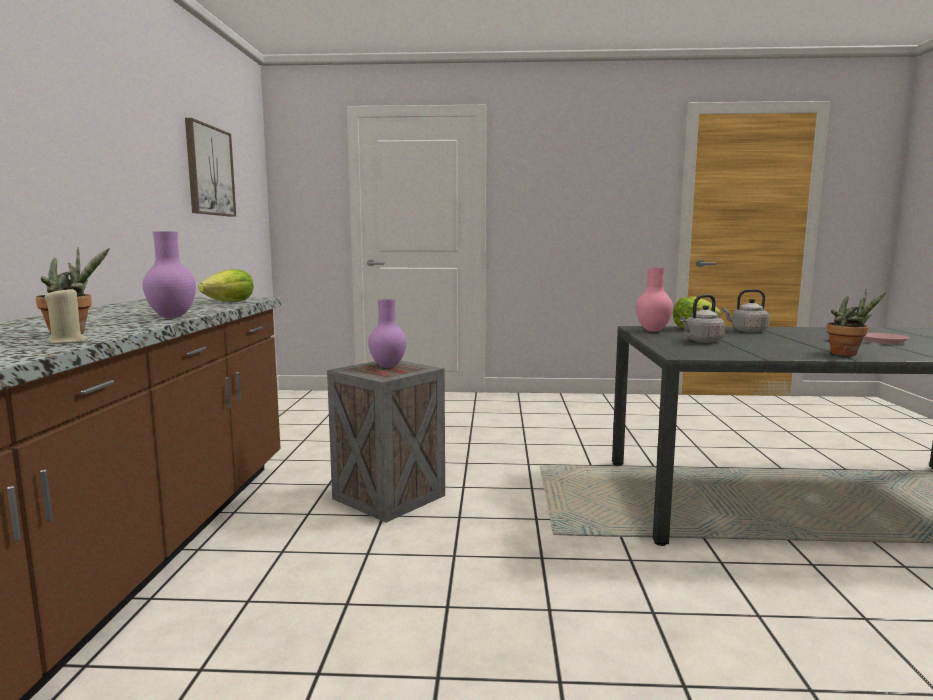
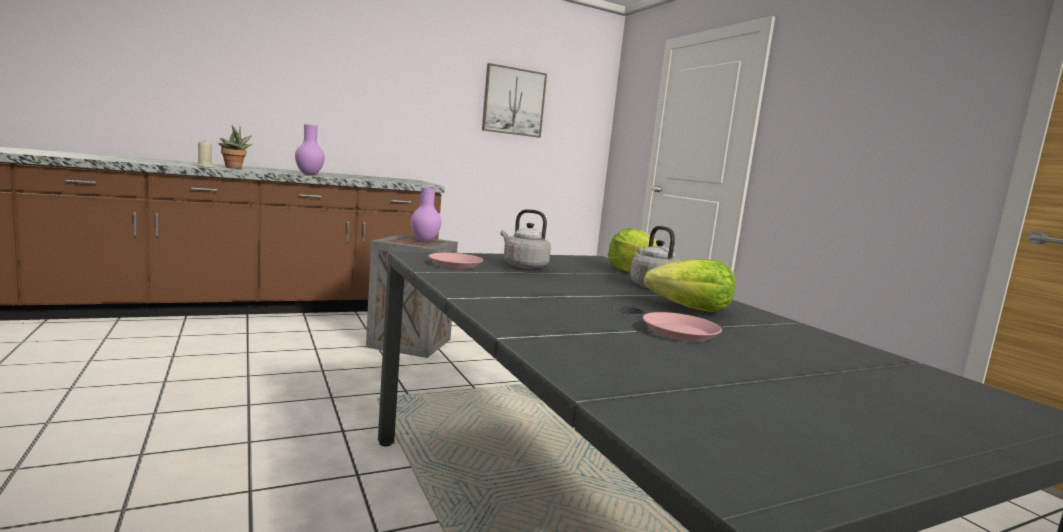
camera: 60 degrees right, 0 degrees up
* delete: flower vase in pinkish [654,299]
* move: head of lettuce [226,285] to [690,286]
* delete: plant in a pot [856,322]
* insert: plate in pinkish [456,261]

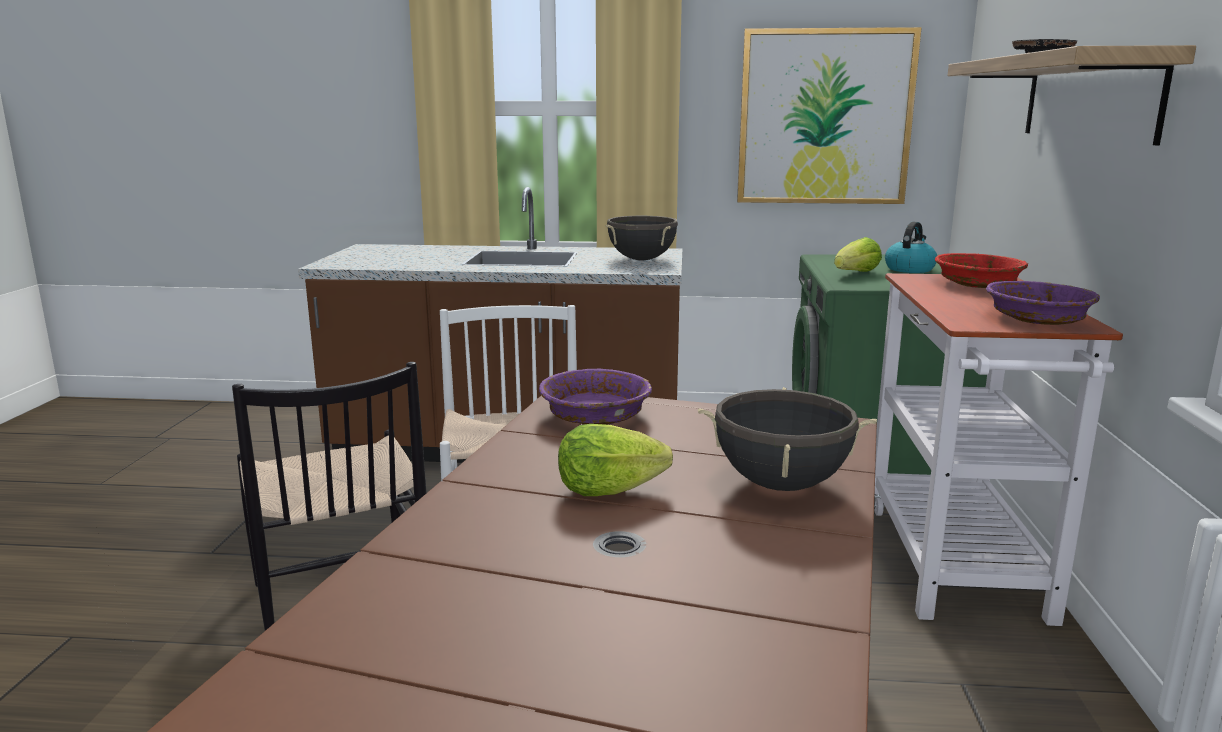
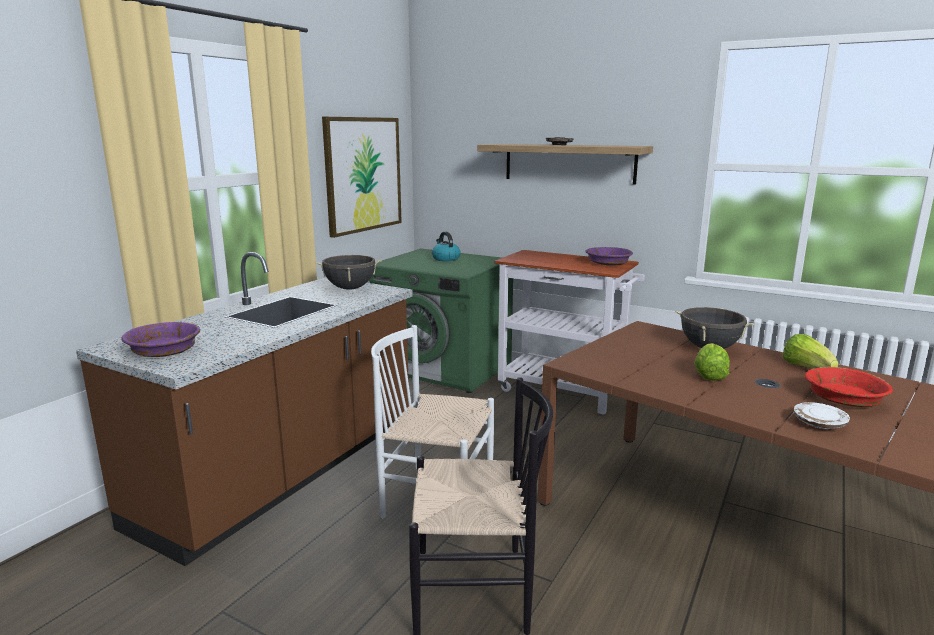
camera: 65 degrees left, 0 degrees up
* move: head of lettuce [858,254] to [810,351]
* move: bowl in red-coloured [981,270] to [849,387]
* move: bowl in purplish [595,397] to [161,339]
* insert: plate in white-coloured [822,415]

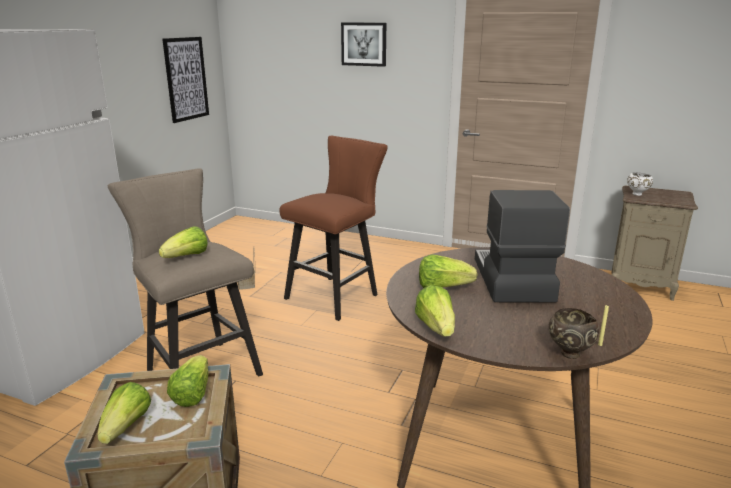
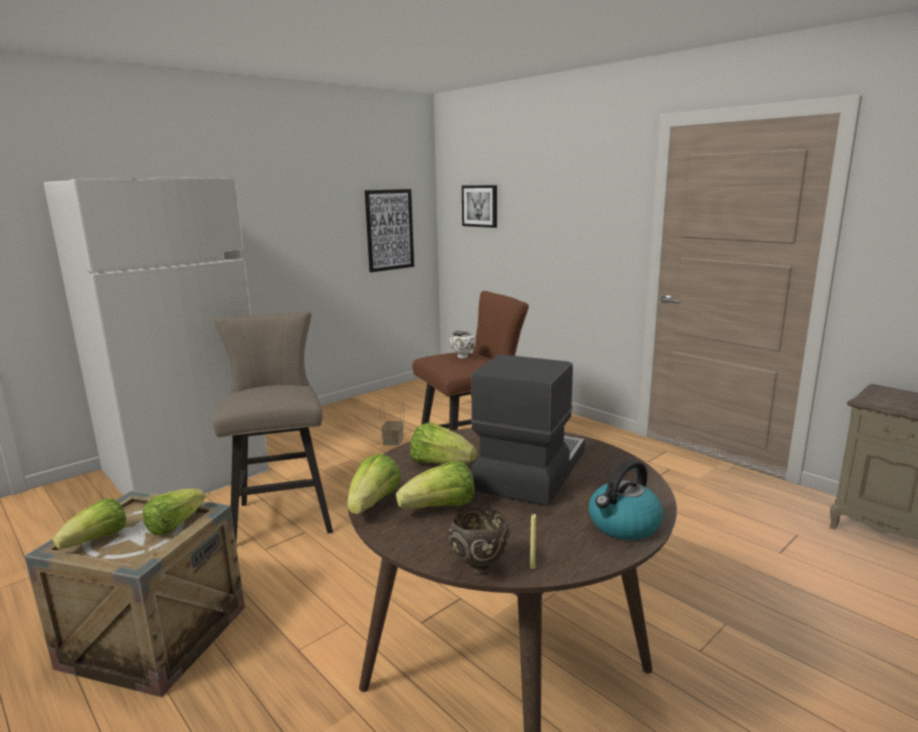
camera: 25 degrees right, 5 degrees down
* move: wall art [363,44] to [479,206]
* move: bowl in white-coloured [640,184] to [462,344]
* move: head of lettuce [183,242] to [435,485]
* insert: kettle [626,499]

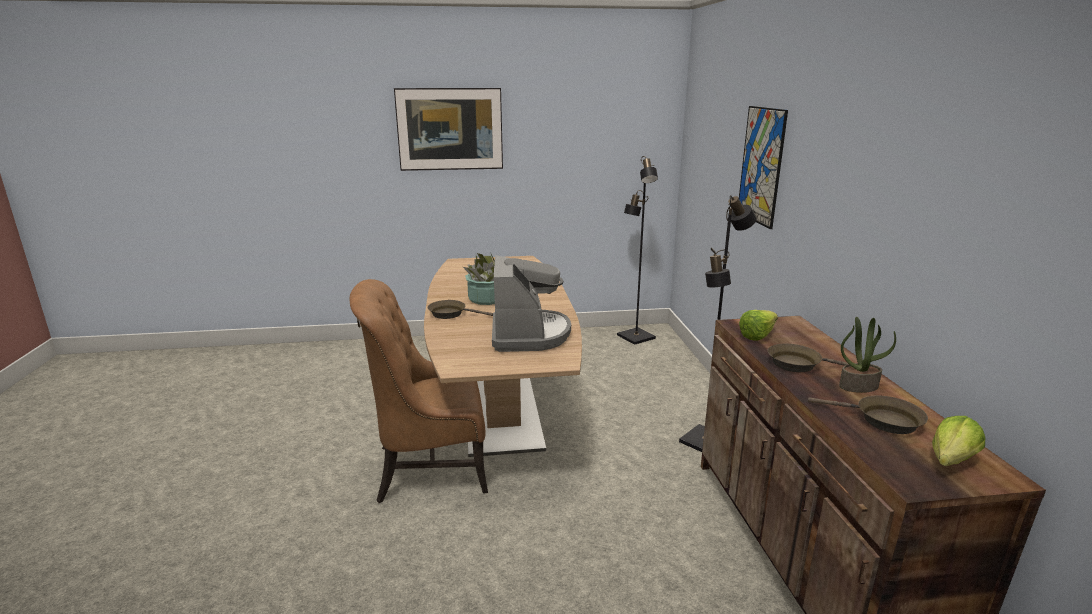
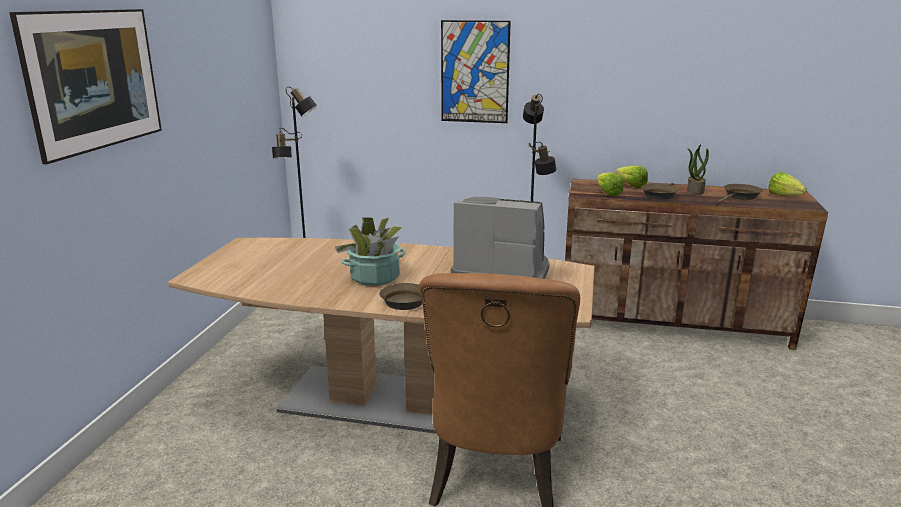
camera: 70 degrees left, 0 degrees up
* insert: head of lettuce [631,177]

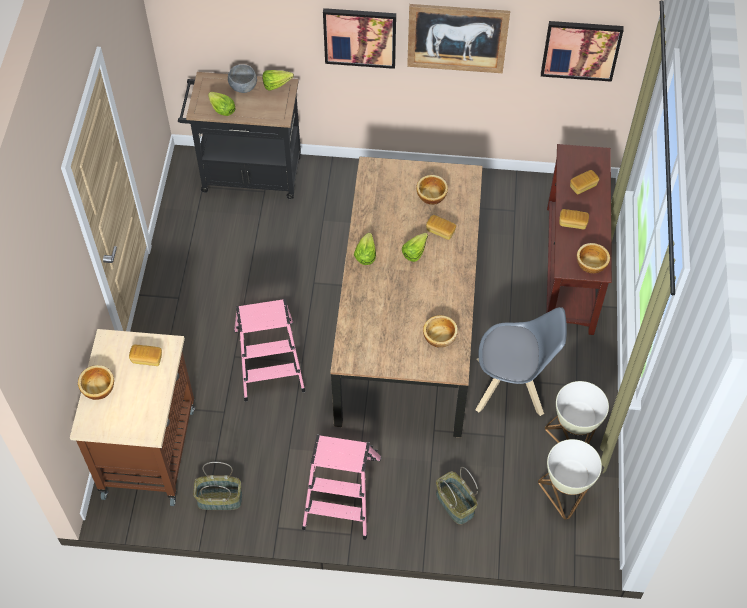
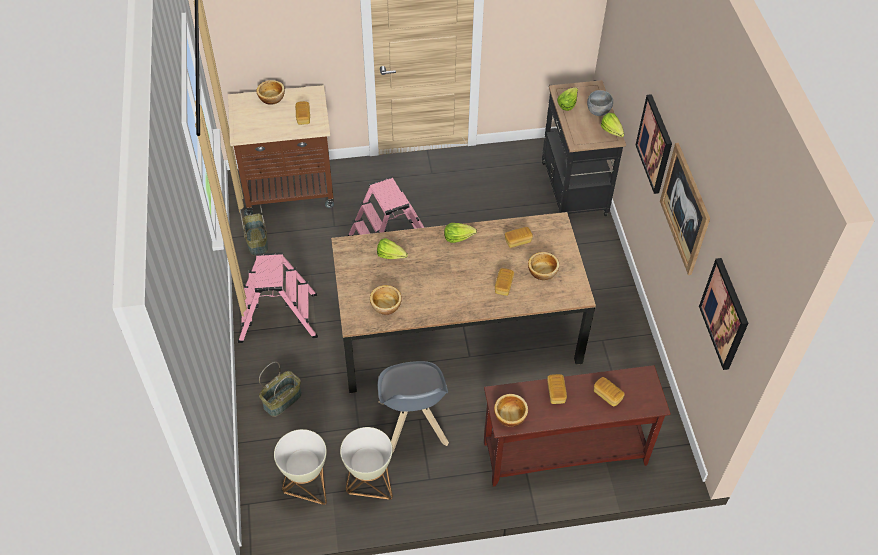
camera: 75 degrees right, 5 degrees down
* move: head of lettuce [415,247] to [392,248]
* insert: bakery bread [519,237]

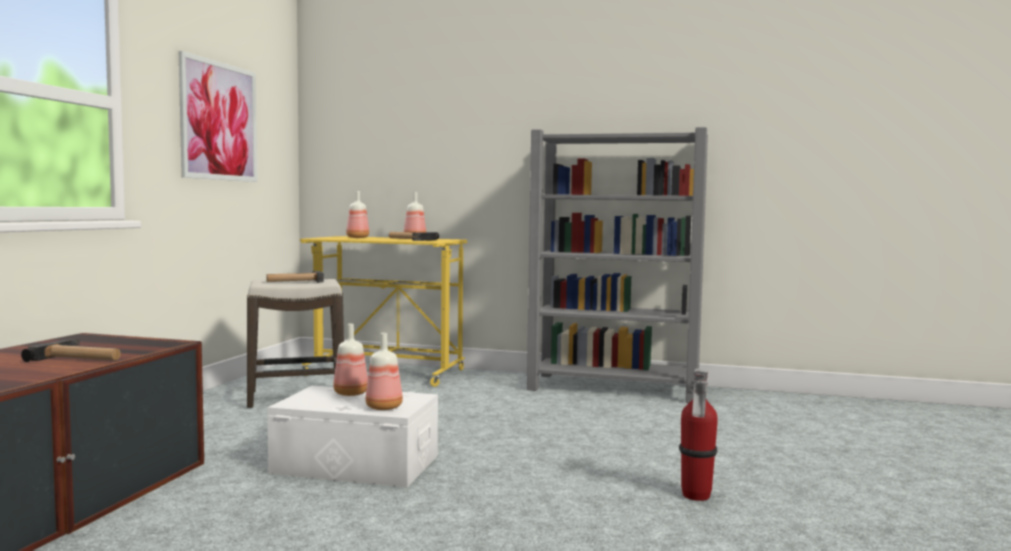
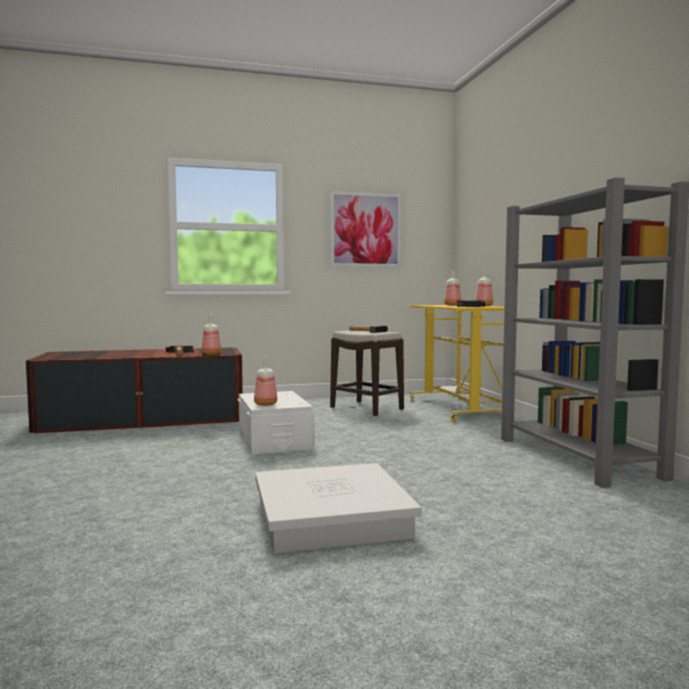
camera: 60 degrees right, 0 degrees up
* move: beverage bottle [350,360] to [212,335]
* replace: fire-fighting cylinder [698,434] to storage container in white-coloured [338,508]

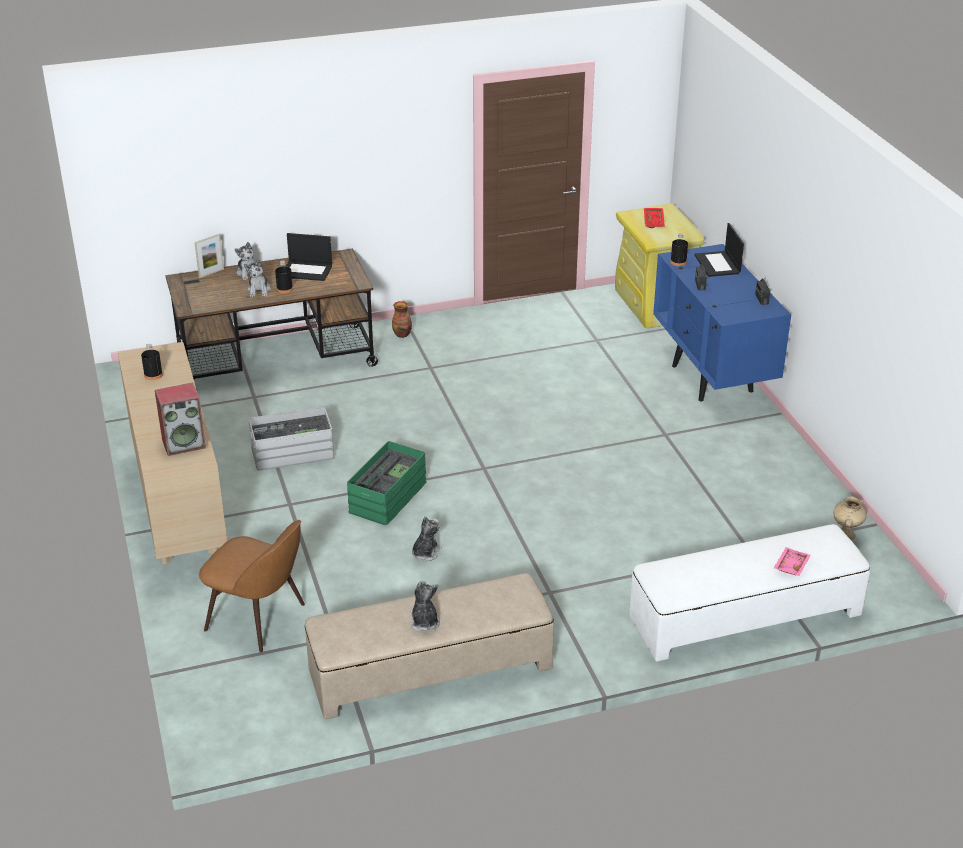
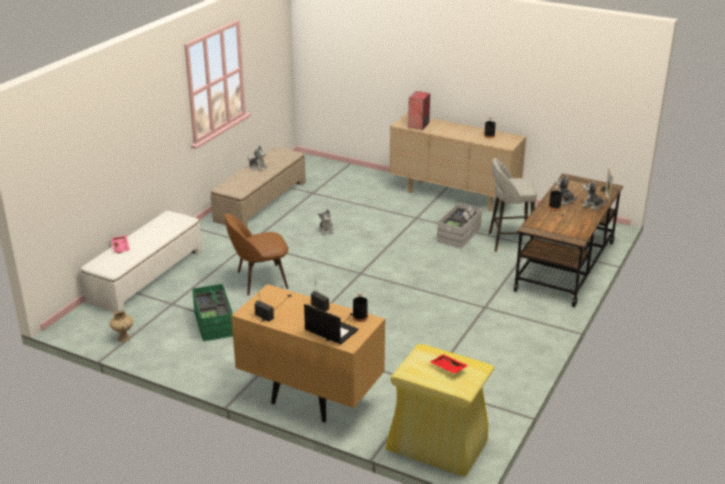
camera: 135 degrees right, 5 degrees down
* delete: portable computer [309,257]
* recolor: dresser in blue-coloured [722,322] to dresser in beige-coloured [308,353]
* delete: flower vase [402,319]
* move: storage container in green-coloured [386,483] to [212,312]
* move: plain chair in brown [252,586] to [257,254]
* insert: stool seat in grey [513,205]

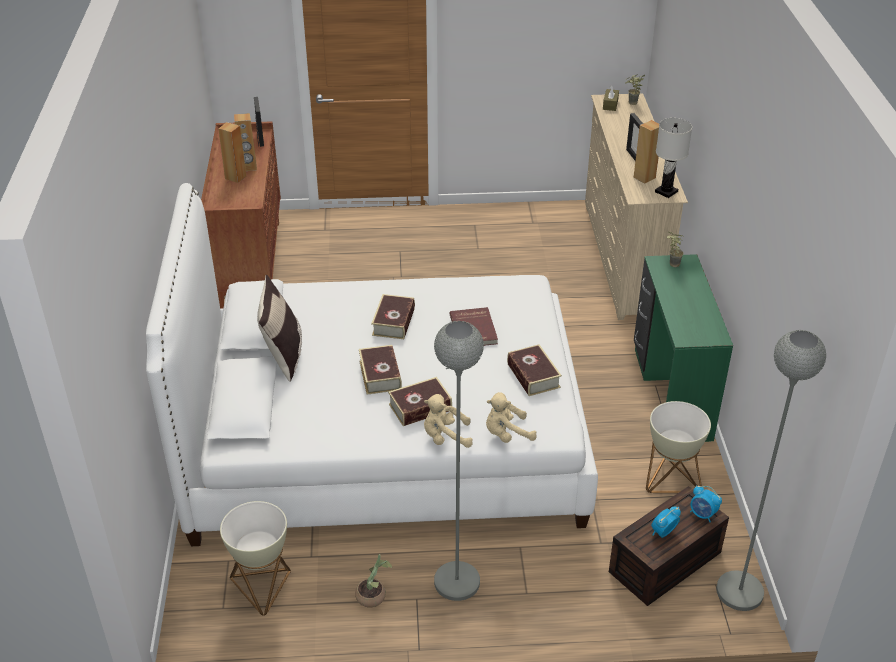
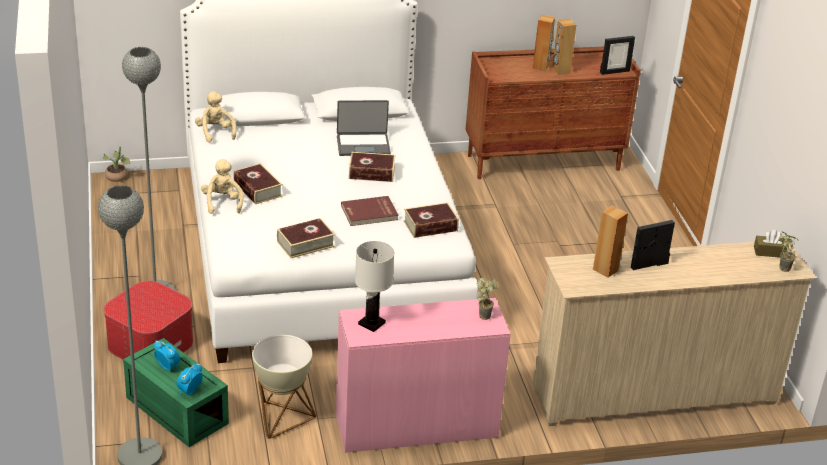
camera: 80 degrees right, 5 degrees down
* move: table lamp in white-coloured [673,158] to [374,286]
* recolor: desk in green-coloured [683,348] to desk in pinkish [423,375]
* delete: cushion [279,328]
* move: volume [380,370] to [431,220]
* move: cuddly toy in beige-coloured [511,417] to [215,117]
* recolor: storage container in brown [669,546] to storage container in green-coloured [176,392]
* delete: planter [255,558]
* move: plant in a pot [373,580] to [116,164]
* insert: portable computer [364,128]
* insert: footrest [148,320]

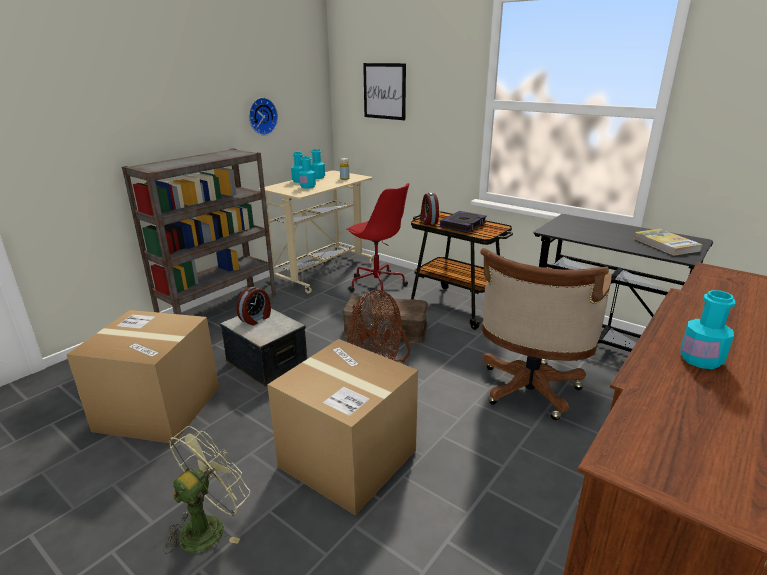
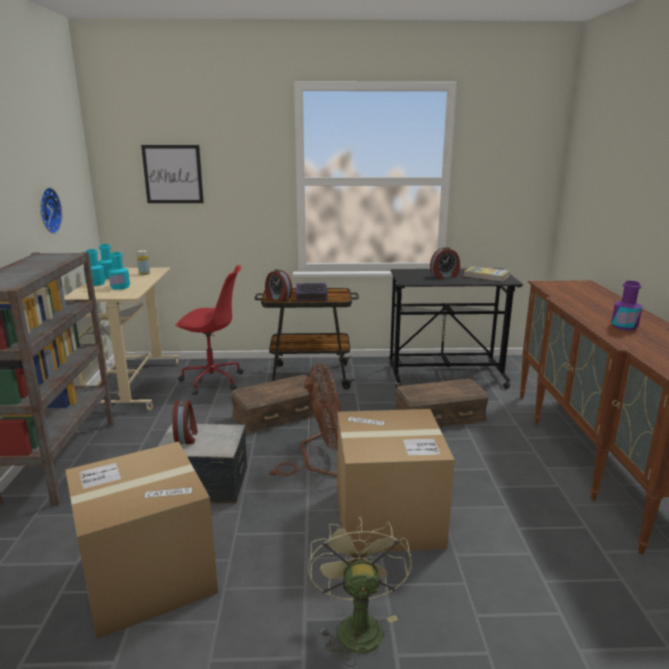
camera: 40 degrees left, 5 degrees down
* replace: computer chair [546,334] to storage container in brown [442,403]
* recolor: beverage bottle in turquoise [707,329] to beverage bottle in purplish [626,305]
* insert: alarm clock [445,263]

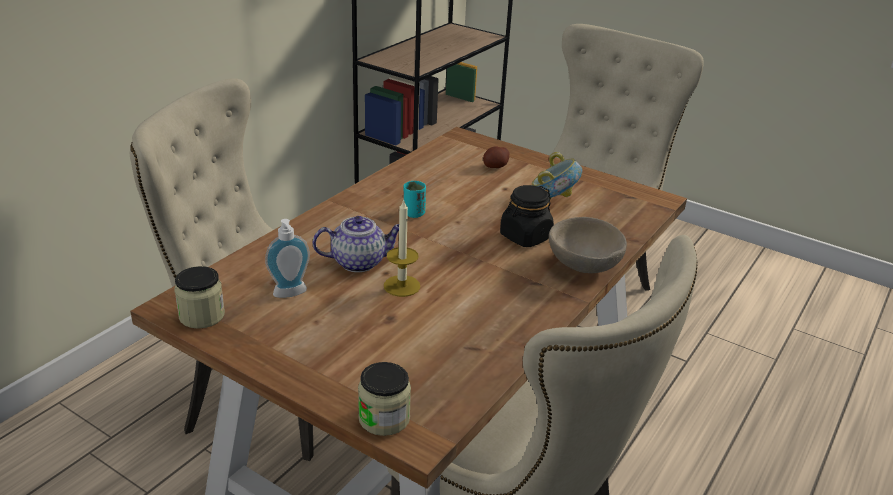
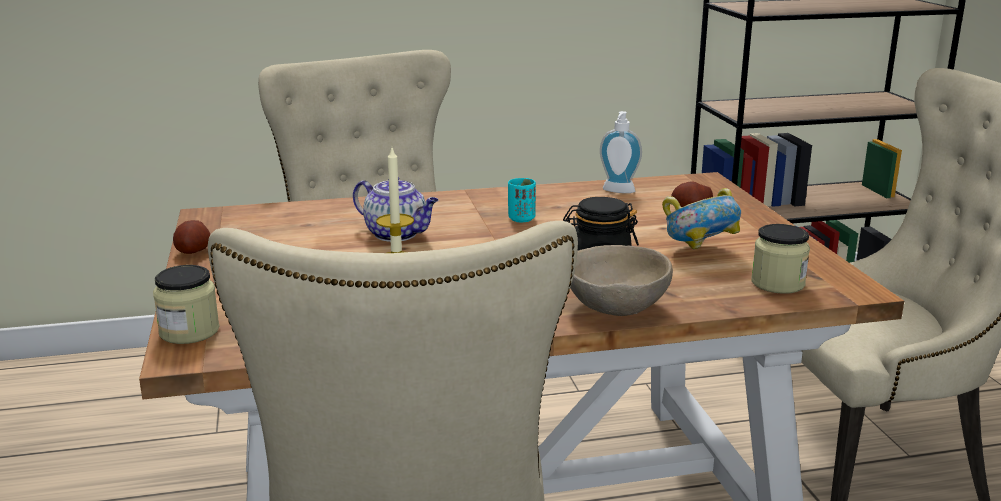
camera: 45 degrees right, 10 degrees down
* move: soap dispenser [287,258] to [621,152]
* move: preserve jar [199,297] to [780,259]
* insert: whole potato [192,237]

